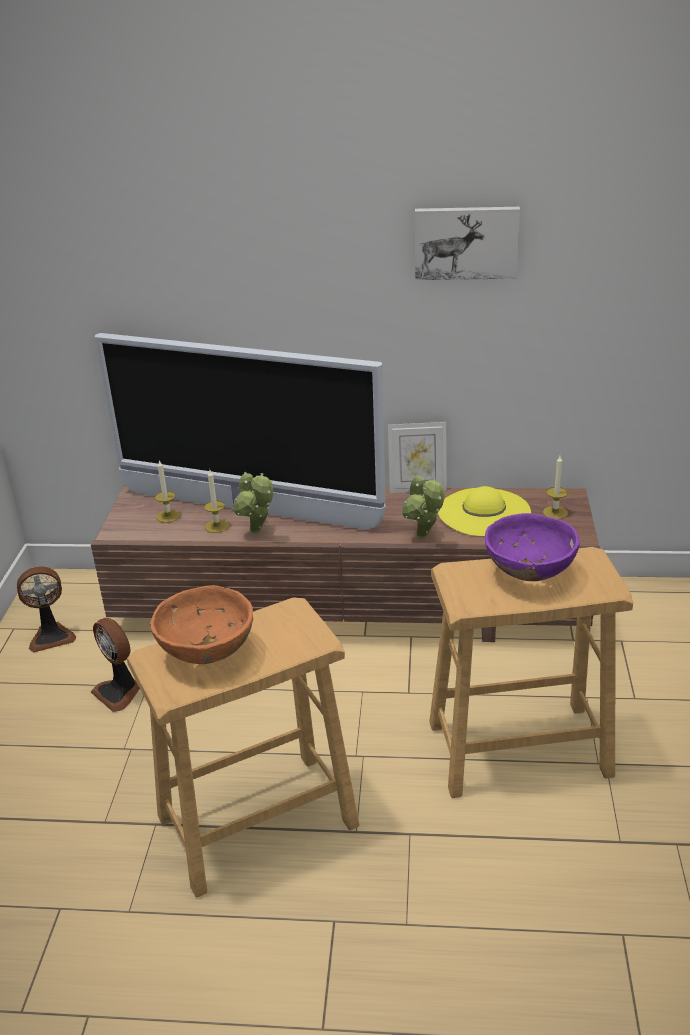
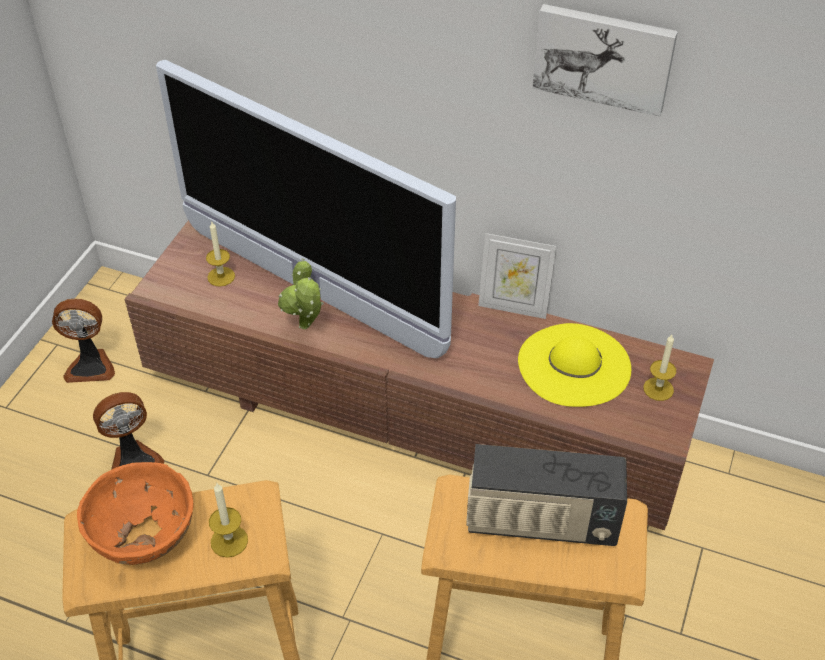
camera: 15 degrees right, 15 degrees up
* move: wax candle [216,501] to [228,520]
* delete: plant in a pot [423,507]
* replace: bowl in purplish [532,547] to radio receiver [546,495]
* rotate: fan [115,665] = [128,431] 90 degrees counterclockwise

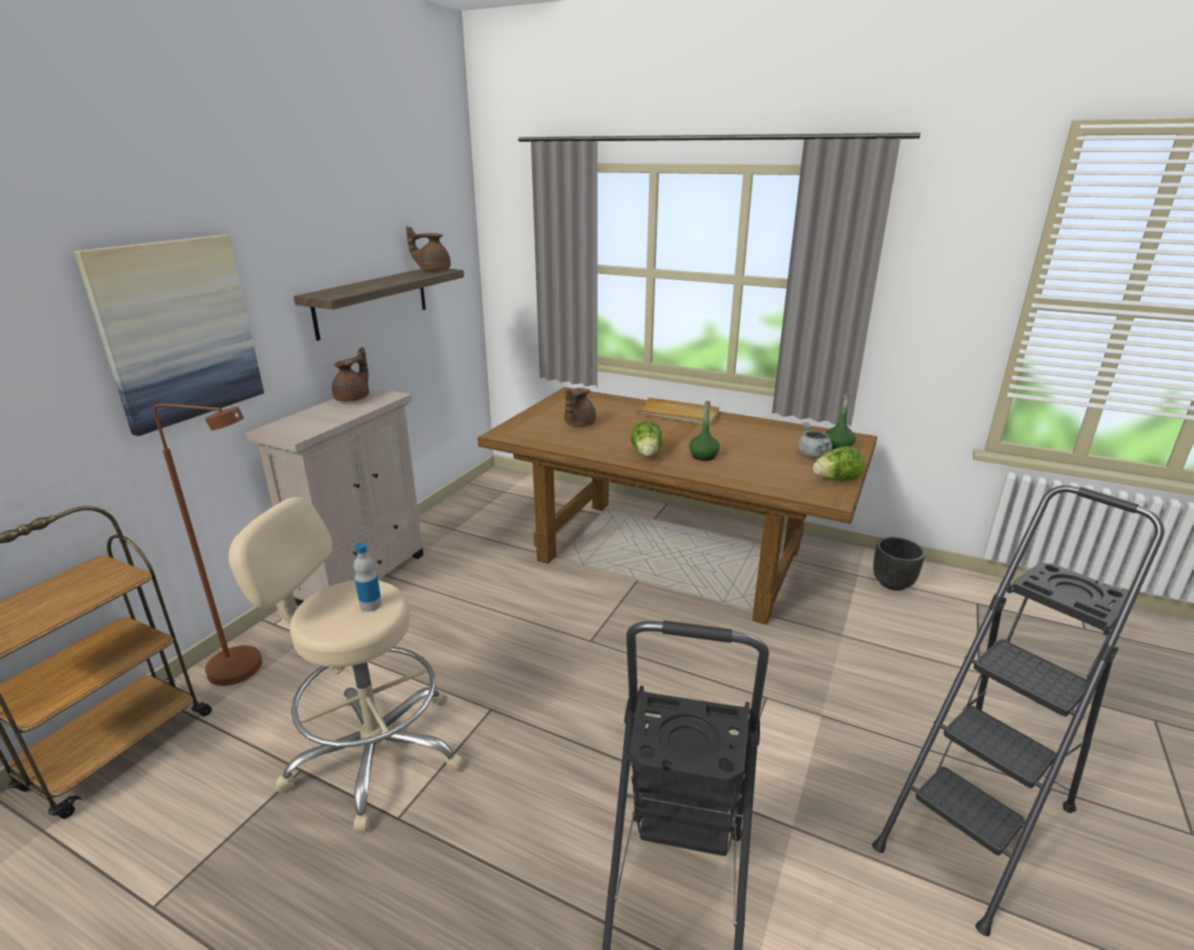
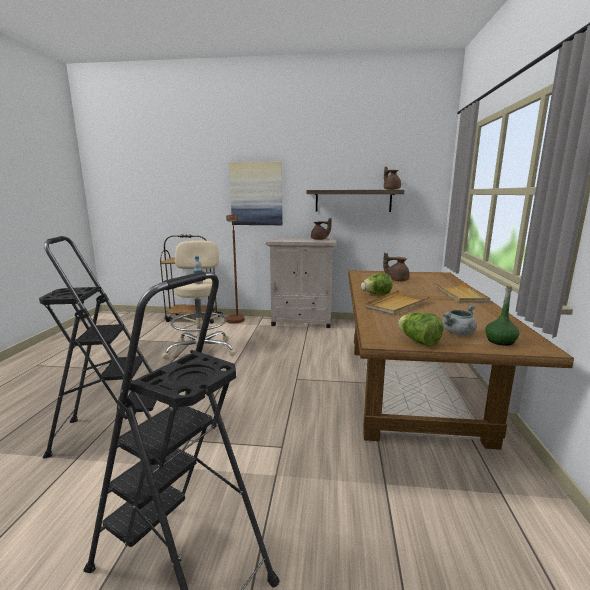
camera: 70 degrees right, 10 degrees down
* replace: beverage bottle in green-coloured [704,431] to tray in beige-coloured [397,303]
* delete: planter in black [899,564]

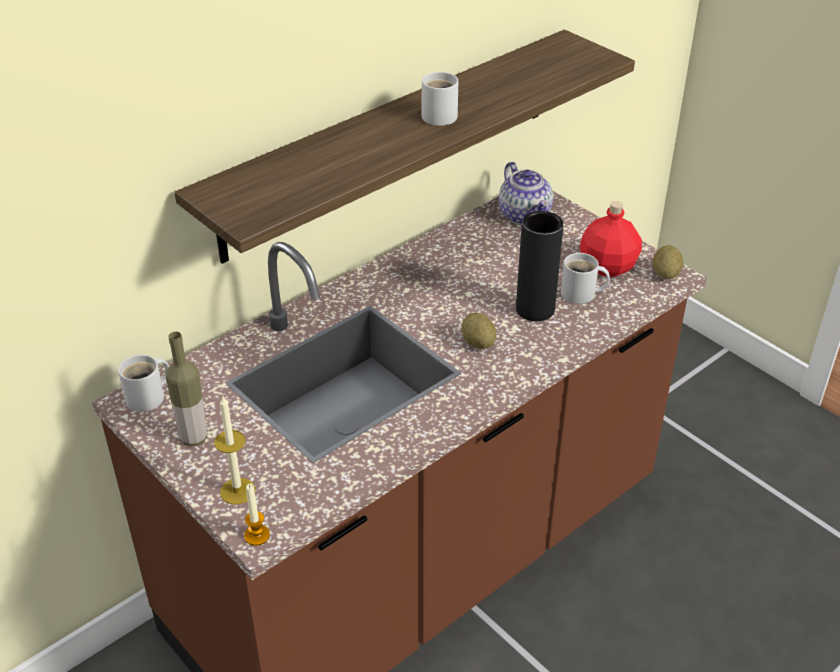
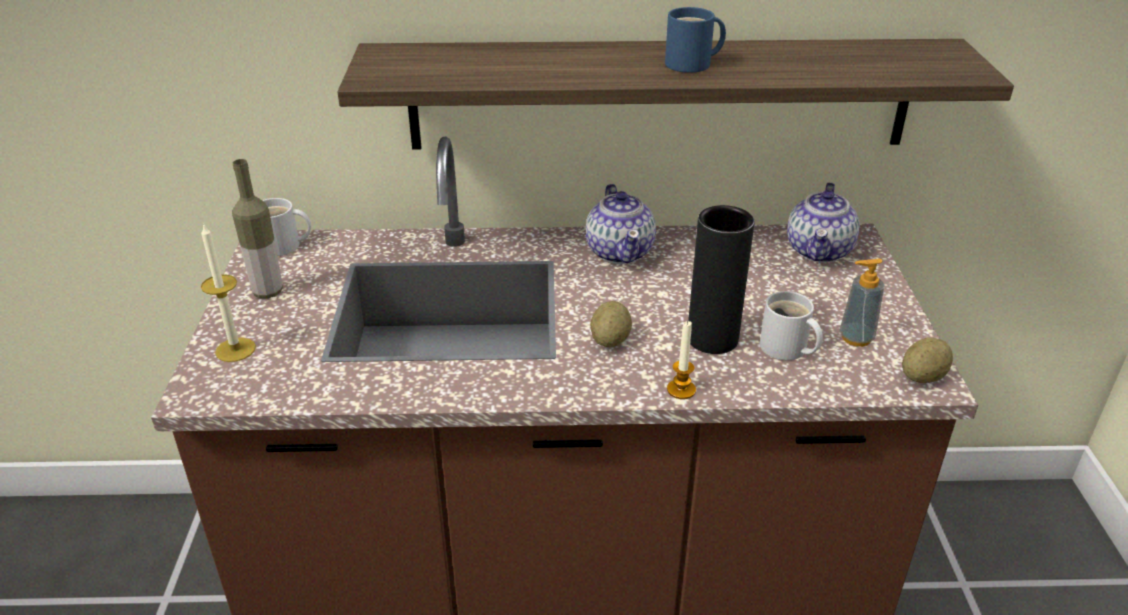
camera: 40 degrees right, 5 degrees down
* recolor: coffee mug in white-coloured [440,99] to coffee mug in blue-coloured [695,40]
* replace: beverage bottle in red-coloured [611,239] to soap dispenser [862,302]
* move: wax candle [257,515] to [681,360]
* insert: teapot [621,224]

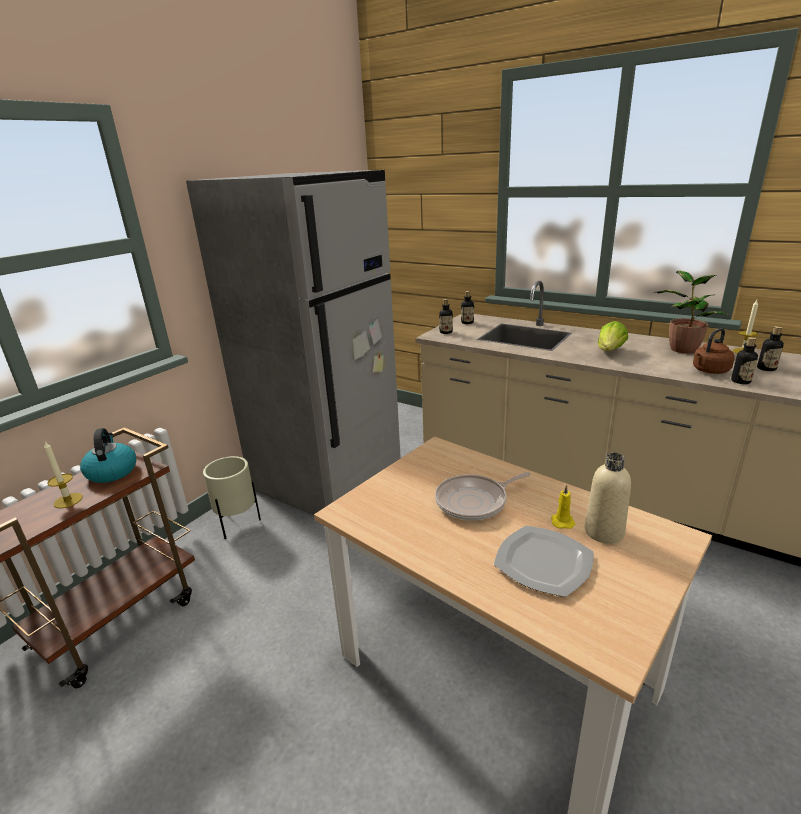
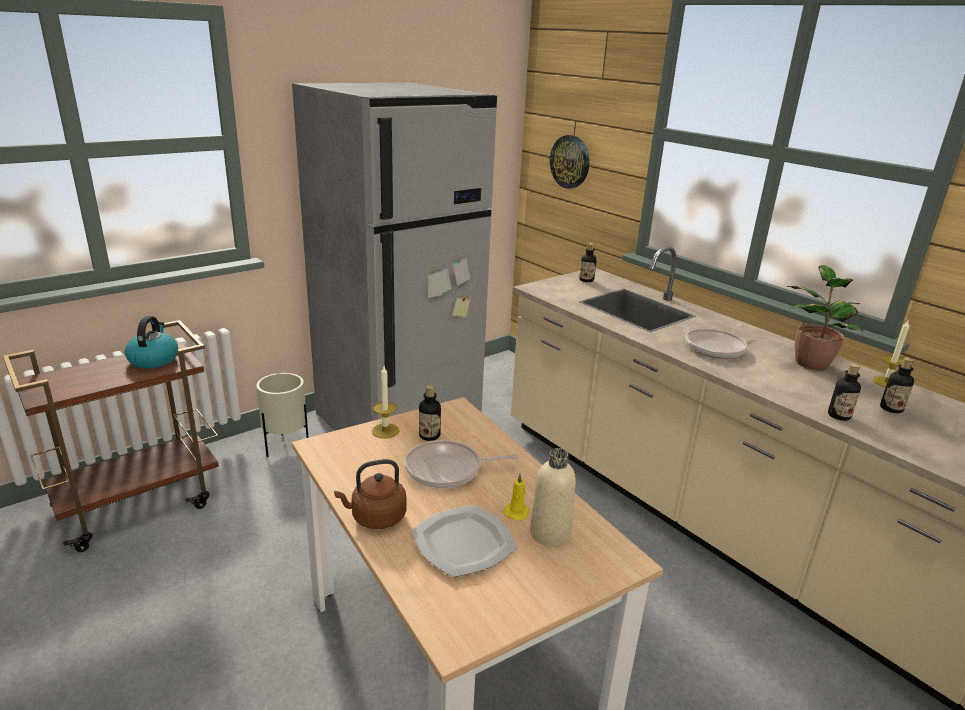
camera: 15 degrees right, 0 degrees up
* move: beverage bottle [446,316] to [430,413]
* replace: head of lettuce [613,336] to skillet [716,340]
* move: kettle in brown [714,351] to [370,494]
* move: wax candle [63,475] to [385,402]
* insert: wall clock [569,162]

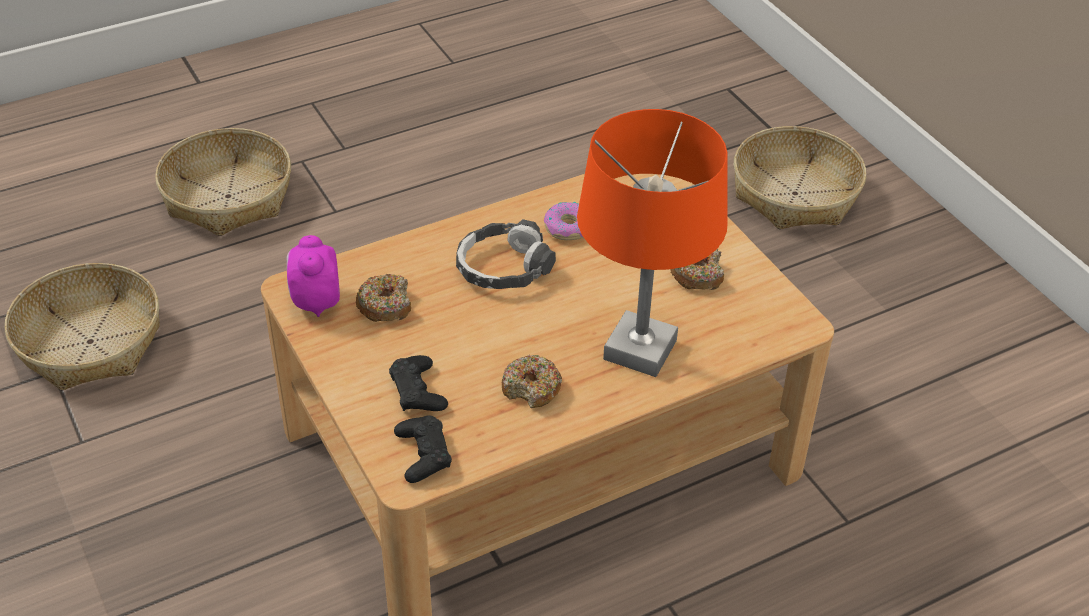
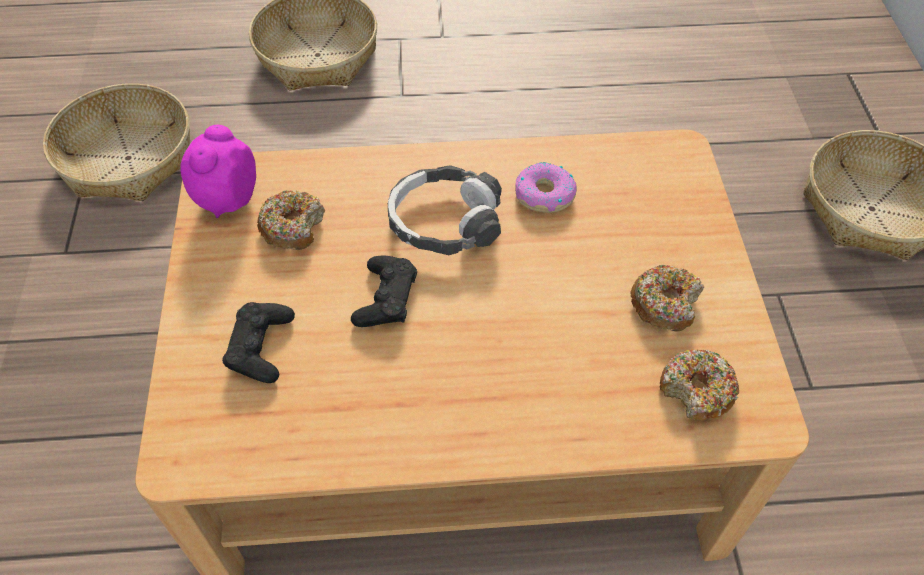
camera: 25 degrees right, 10 degrees up
* delete: table lamp in orange-coloured [652,243]
* move: ring doughnut [532,381] to [699,385]
* move: joypad in black [423,449] to [384,291]

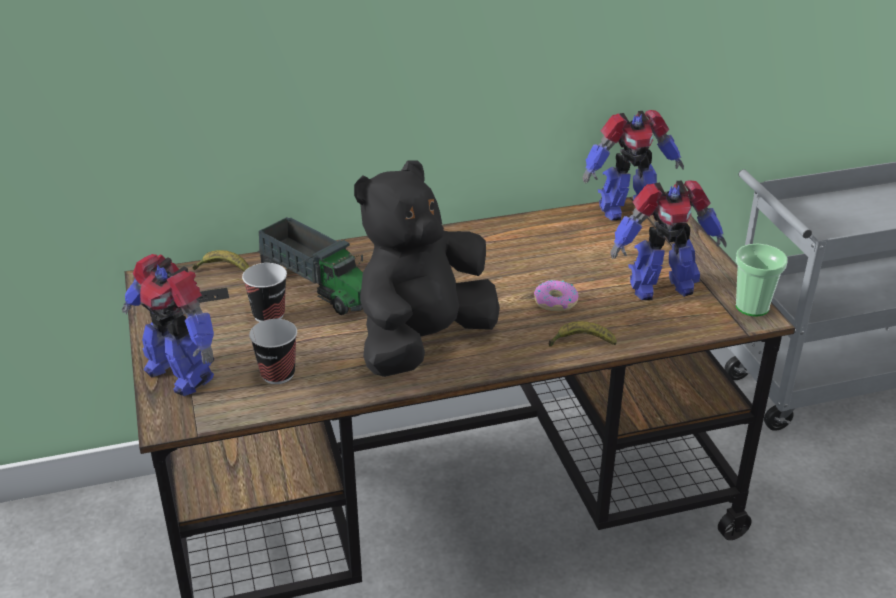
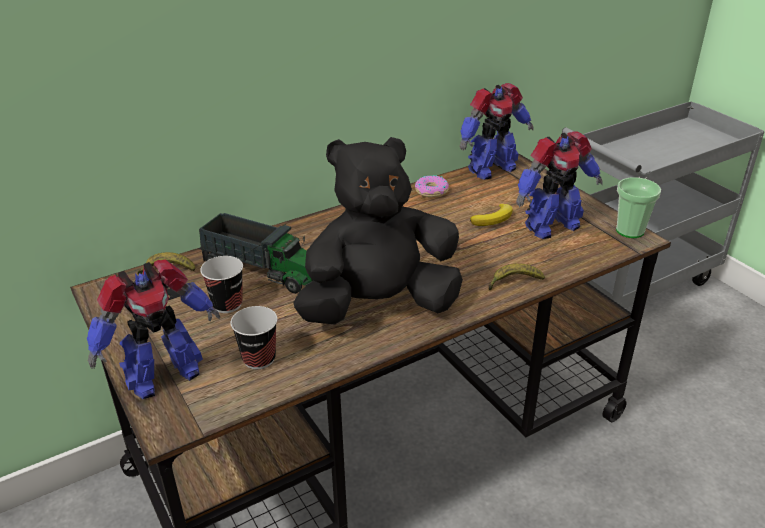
camera: 15 degrees left, 0 degrees up
* rotate: cuddly toy in black [427,268] = [378,230] 45 degrees clockwise
* rotate: toy robot [168,325] = [153,329] 60 degrees counterclockwise
* move: ring doughnut [556,295] to [432,186]
* insert: banana fruit [491,215]

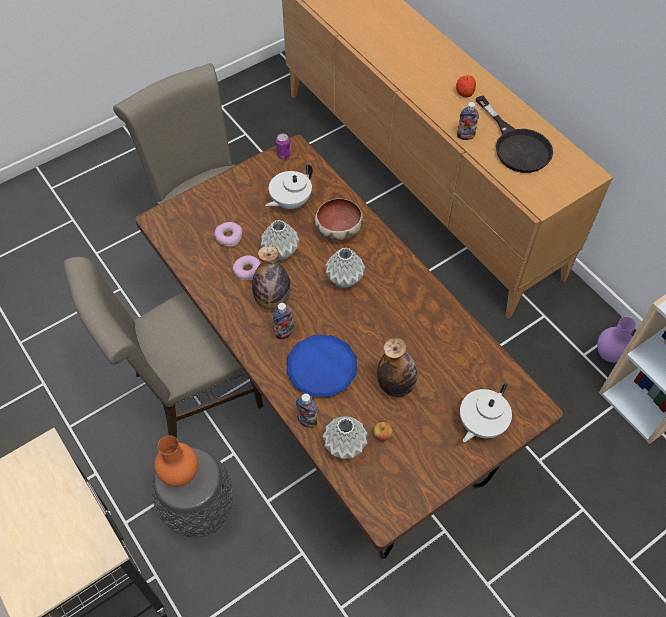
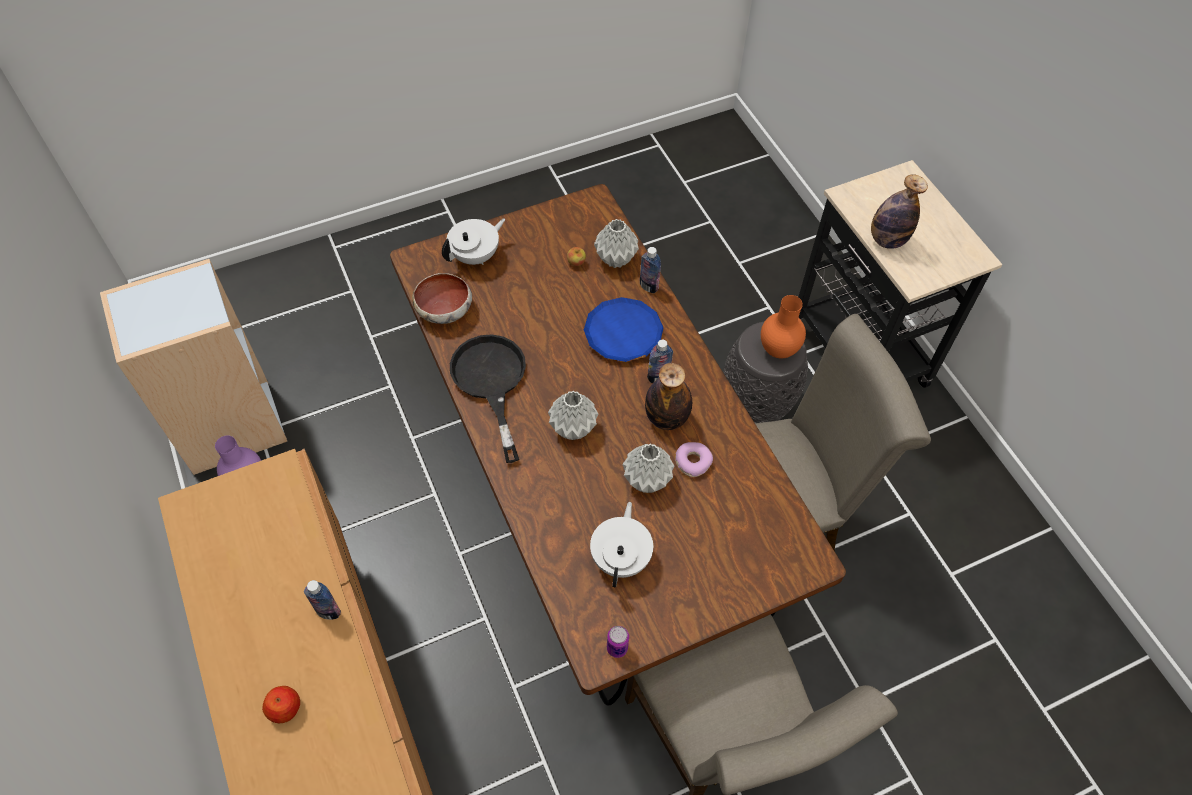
camera: 170 degrees left, 0 degrees up
* move: skillet in black [514,134] to [488,398]
* rotate: teapot in white-coloured [289,186] = [621,545] 45 degrees counterclockwise
* move: bowl [339,219] to [442,298]
* delete: ring doughnut [228,234]
* move: beverage bottle [397,367] to [899,212]

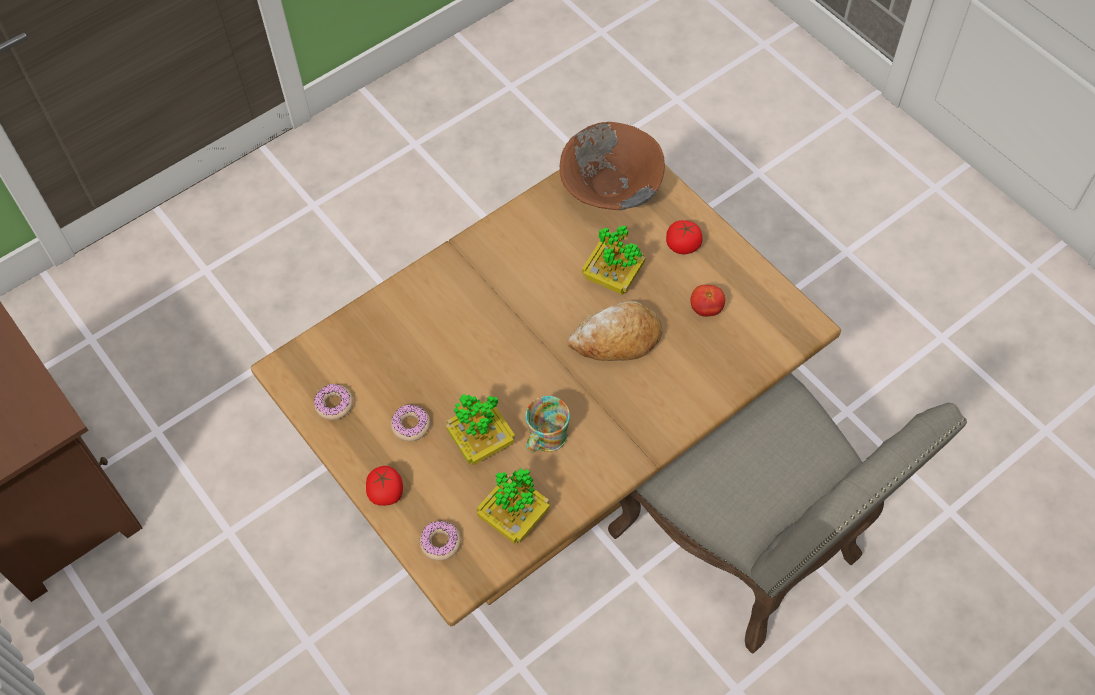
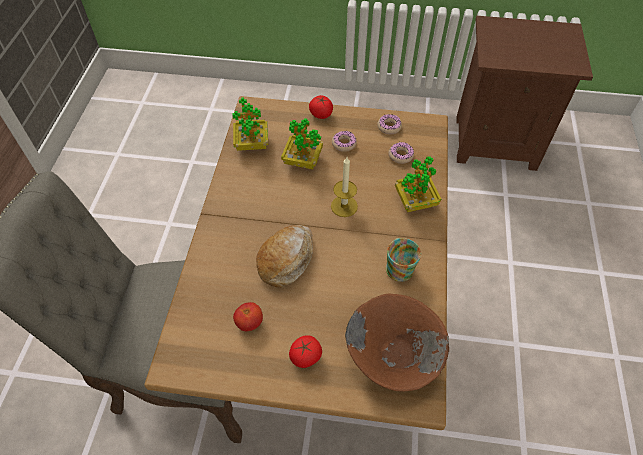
camera: 135 degrees right, 5 degrees down
* move: plant in a pot [613,260] to [418,184]
* move: coffee mug [547,424] to [403,260]
* move: ring doughnut [440,541] to [401,153]
* insert: wax candle [344,187]

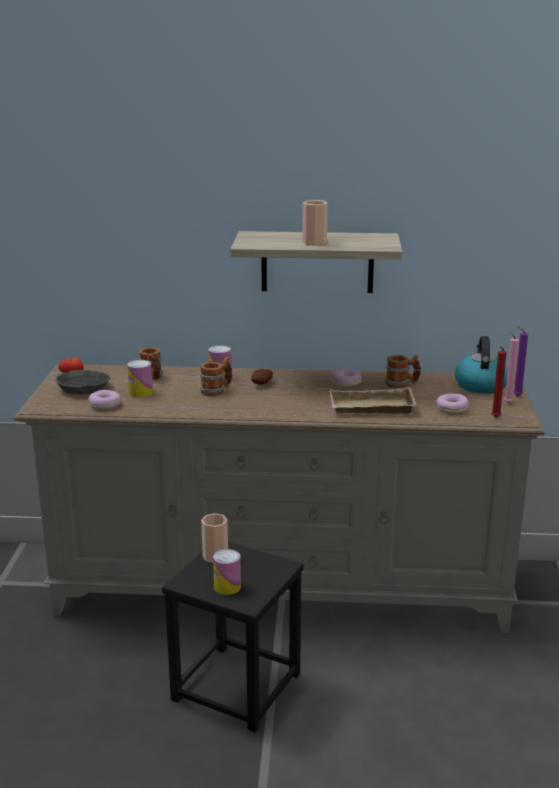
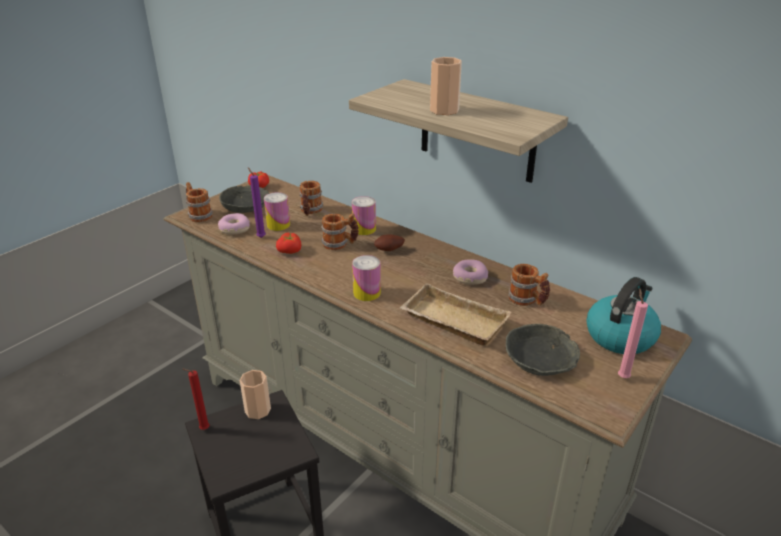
camera: 35 degrees right, 10 degrees up
* move: wax candle in purplish [520,361] to [257,202]
* move: wax candle in red-coloured [498,382] to [196,399]
* replace: ring doughnut [452,403] to bowl in grey [543,350]
* move: sealed can [227,572] to [366,278]
* insert: coffee mug [199,202]
* insert: fresh tomato [288,243]

